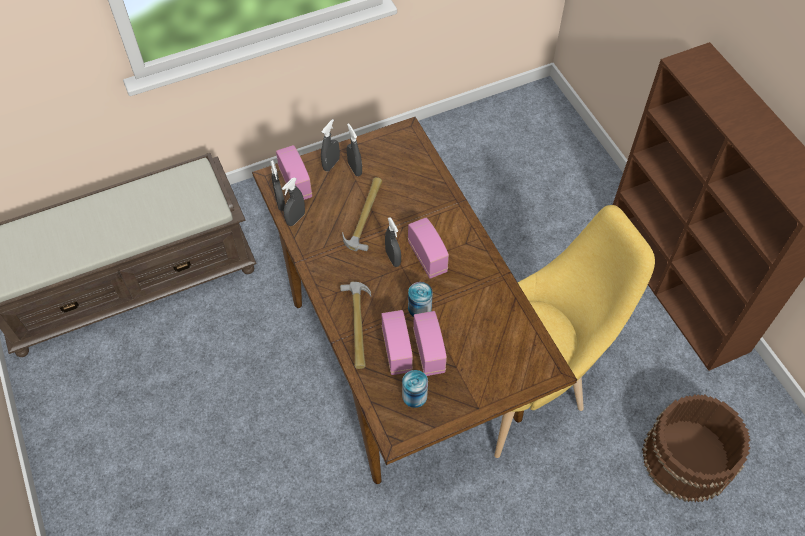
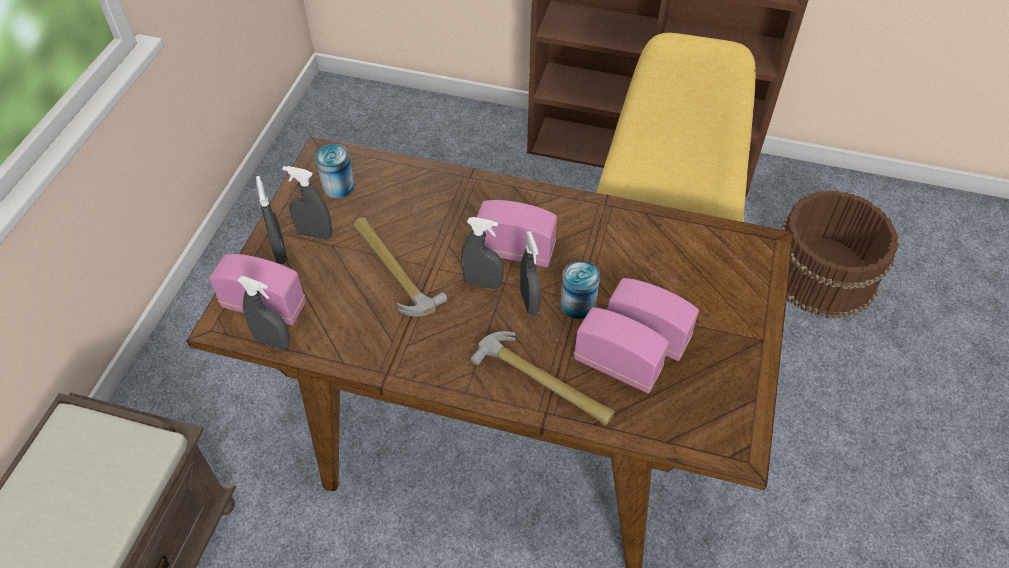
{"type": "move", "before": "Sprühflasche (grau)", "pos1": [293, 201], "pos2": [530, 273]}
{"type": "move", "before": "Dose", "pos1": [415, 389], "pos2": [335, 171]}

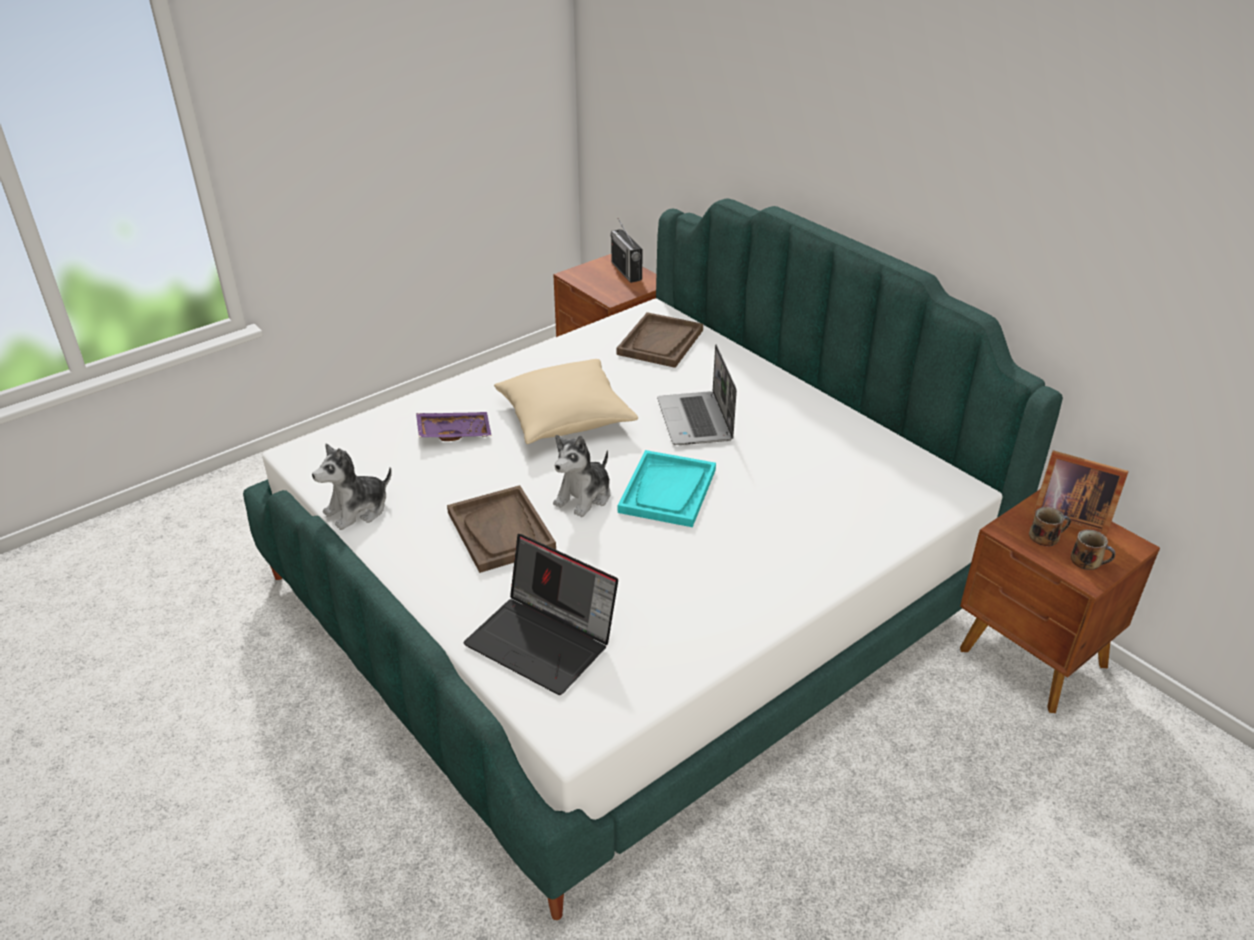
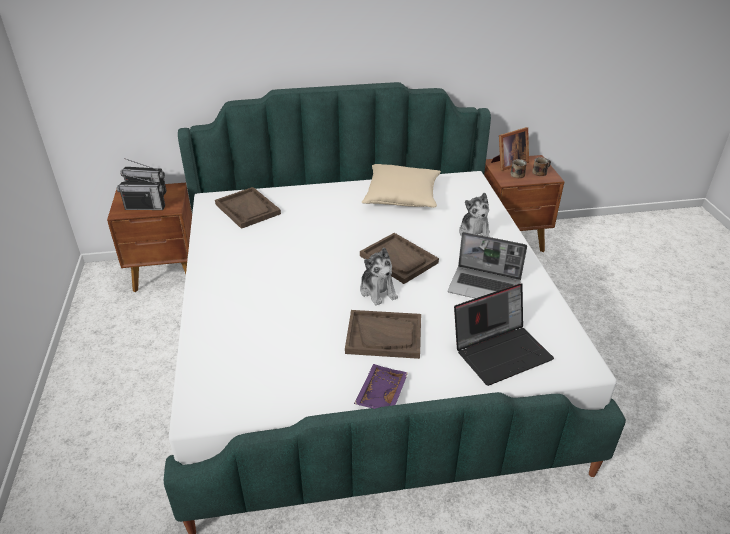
{"type": "insert", "after": "Radio", "pos2": [141, 191]}
{"type": "move", "before": "Plüschtier", "pos1": [352, 487], "pos2": [474, 215]}
{"type": "move", "before": "Tablett (lila)", "pos1": [454, 426], "pos2": [381, 386]}
{"type": "move", "before": "Kissen (beige)", "pos1": [566, 401], "pos2": [401, 186]}
{"type": "move", "before": "Laptop", "pos1": [697, 394], "pos2": [487, 265]}
{"type": "recolor", "before": "Tablett (türkis)", "after": "Tablett (braun)", "pos1": [667, 488], "pos2": [399, 258]}

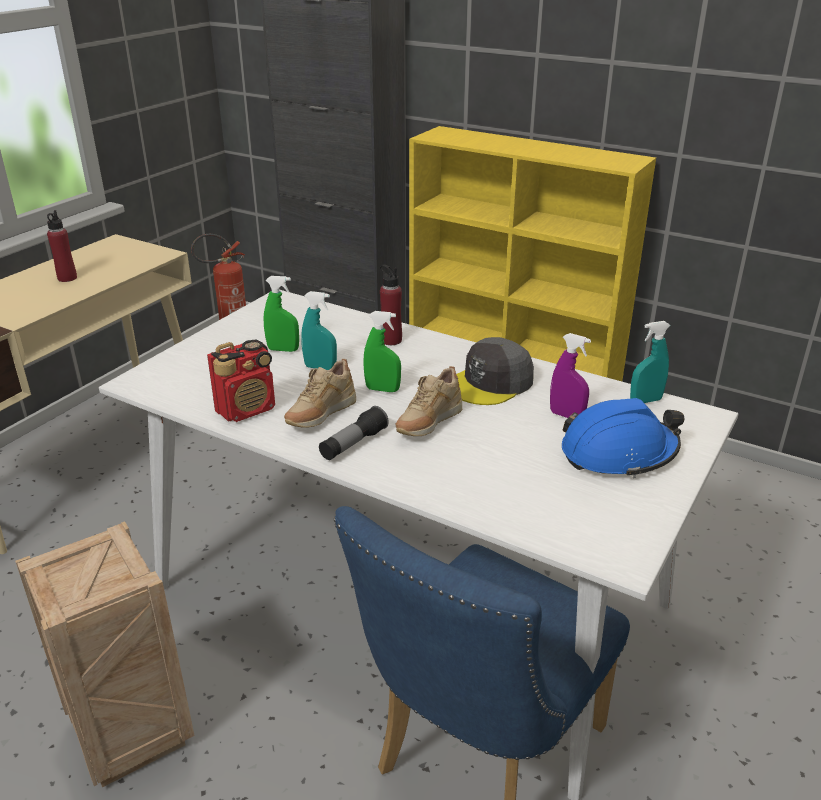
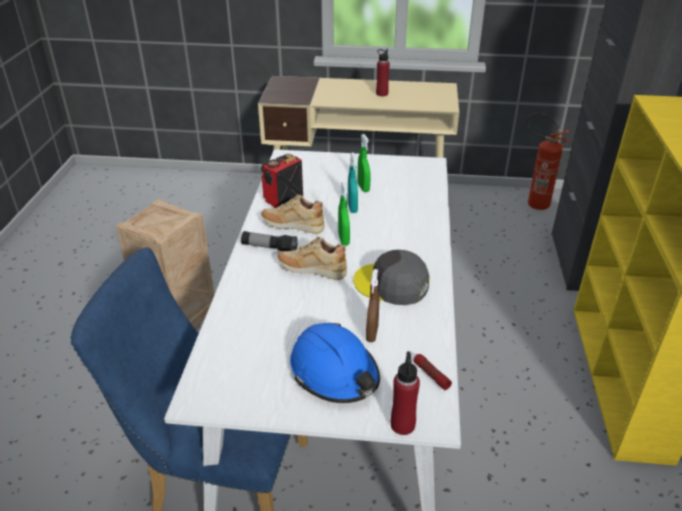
{"type": "move", "before": "Flasche (rot)", "pos1": [391, 304], "pos2": [405, 393]}
{"type": "replace", "before": "Sprühflasche (türkis)", "after": "Taschenlampe", "pos1": [650, 362], "pos2": [433, 372]}
{"type": "recolor", "before": "Sprühflasche (lila)", "after": "Sprühflasche (braun)", "pos1": [570, 375], "pos2": [372, 305]}
{"type": "rotate", "before": "Radio", "pos1": [241, 380], "pos2": [282, 181], "turn": 105}

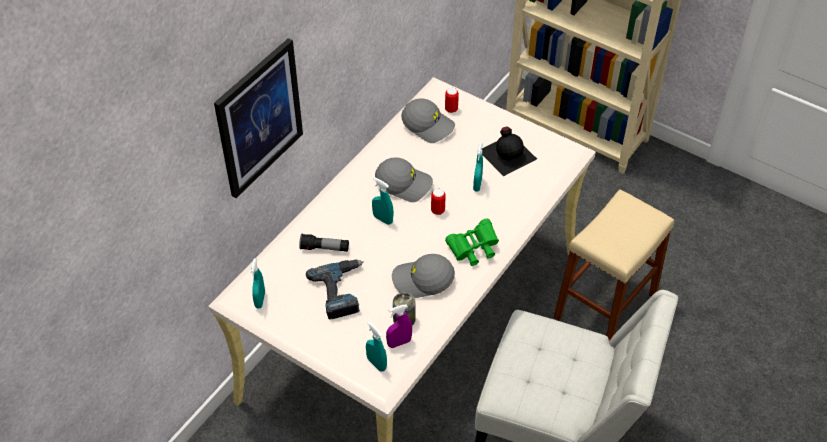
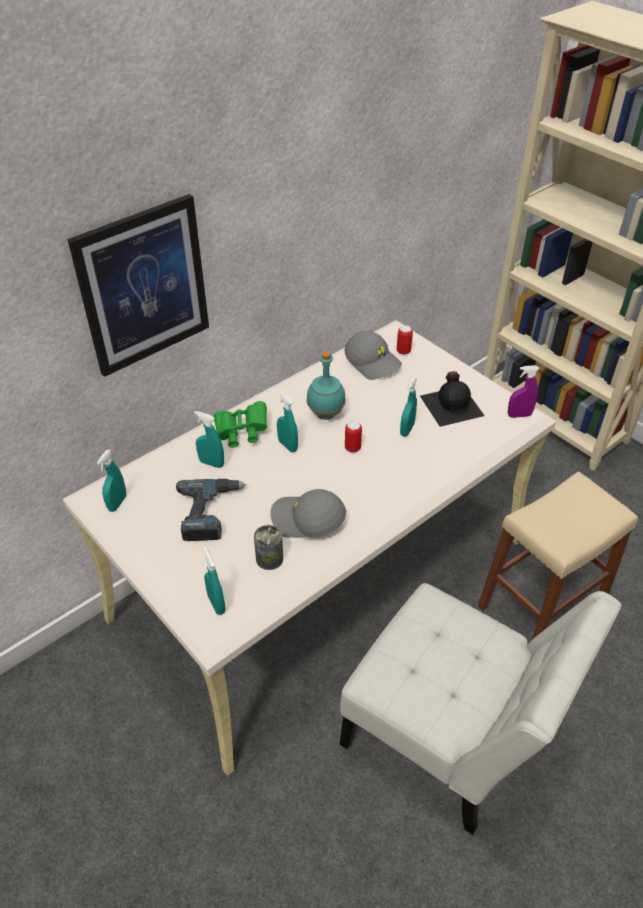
{"type": "move", "before": "Sprühflasche (lila)", "pos1": [399, 326], "pos2": [523, 391]}
{"type": "move", "before": "Fernglas (grün)", "pos1": [472, 242], "pos2": [240, 424]}
{"type": "replace", "before": "Taschenlampe", "after": "Sprühflasche (türkis)", "pos1": [324, 243], "pos2": [209, 439]}
{"type": "replace", "before": "Kappe (grau)", "after": "Flasche (türkis)", "pos1": [404, 179], "pos2": [326, 385]}

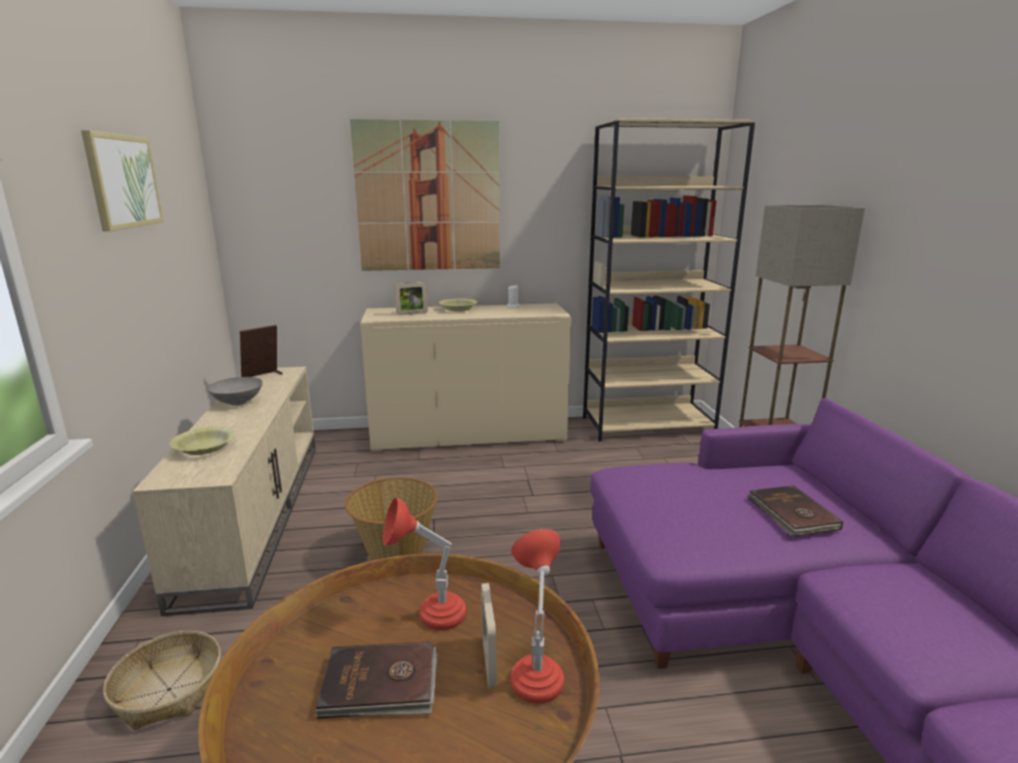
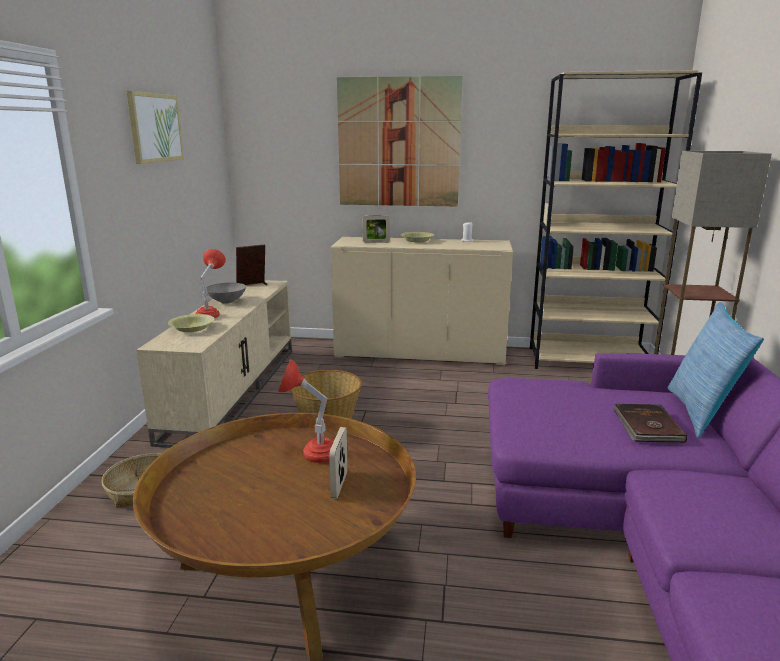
{"type": "delete", "before": "Buch (braun)", "pos1": [376, 680]}
{"type": "insert", "after": "Kissen", "pos2": [716, 370]}
{"type": "move", "before": "Tischlampe (rot)", "pos1": [537, 616], "pos2": [210, 283]}

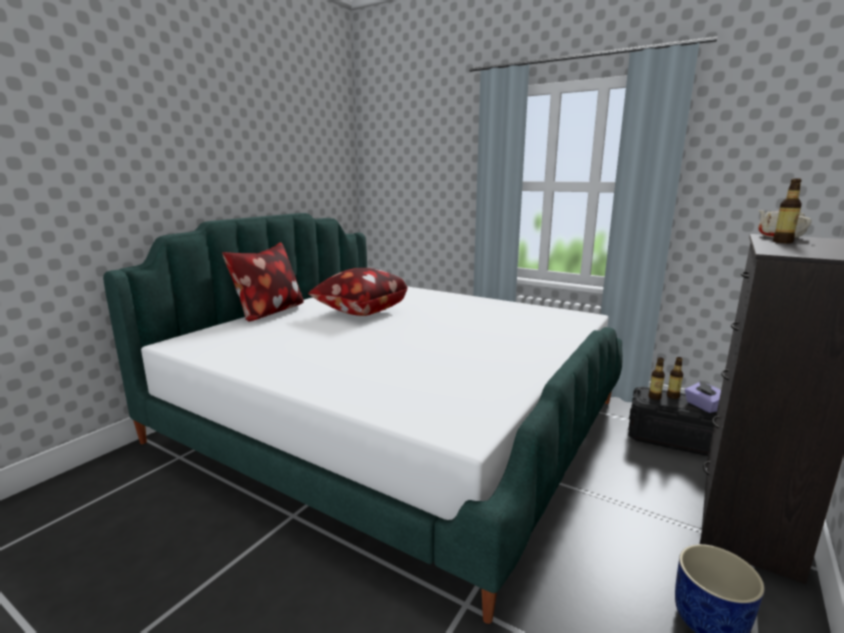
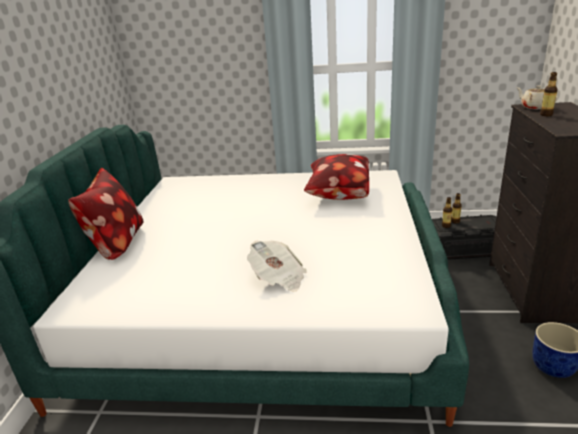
{"type": "delete", "before": "Taschentuchbox (lila)", "pos1": [703, 396]}
{"type": "insert", "after": "Zeitung", "pos2": [277, 266]}
{"type": "move", "before": "Kissen", "pos1": [358, 292], "pos2": [336, 177]}

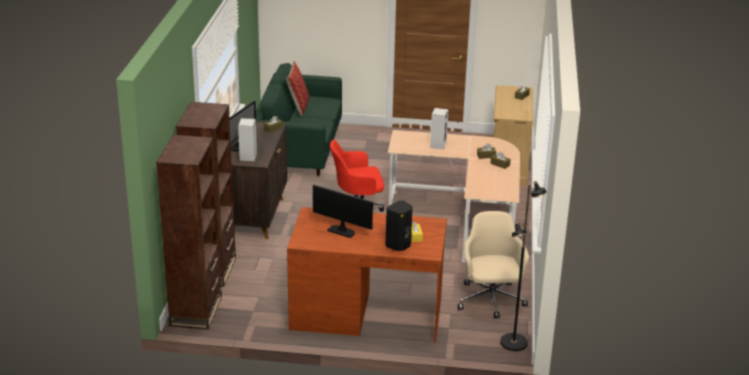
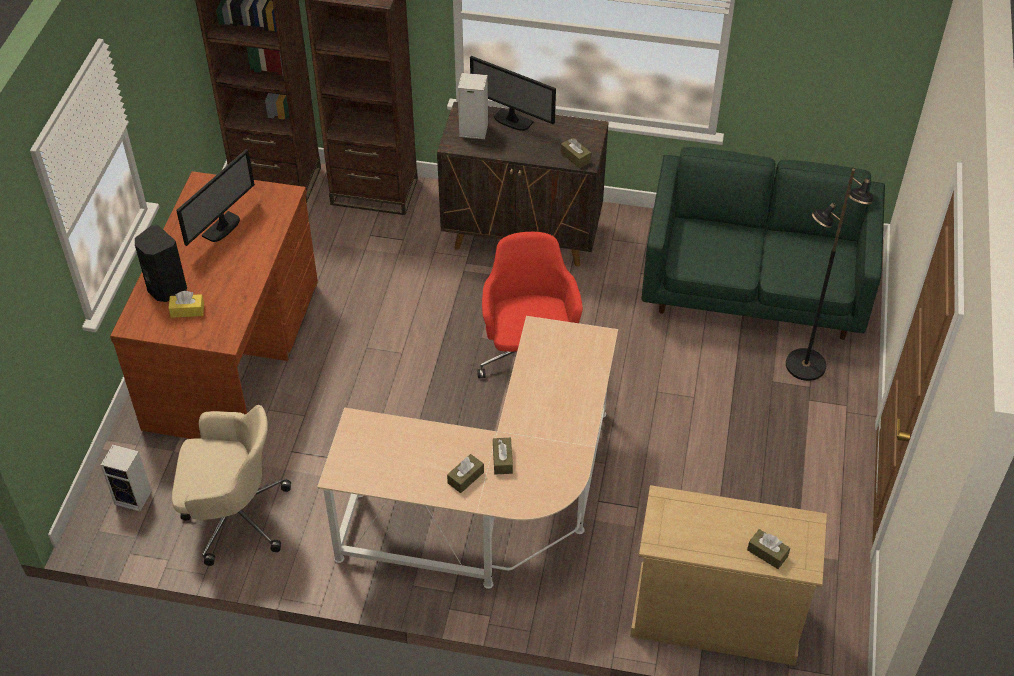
{"type": "delete", "before": "Kissen", "pos1": [297, 88]}
{"type": "move", "before": "Lautsprecher", "pos1": [439, 129], "pos2": [126, 478]}
{"type": "move", "before": "Stehlampe (schwarz)", "pos1": [523, 266], "pos2": [829, 275]}

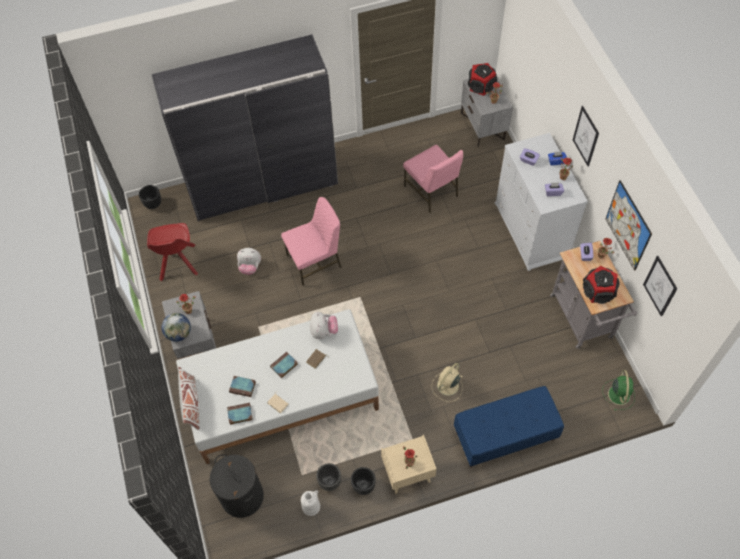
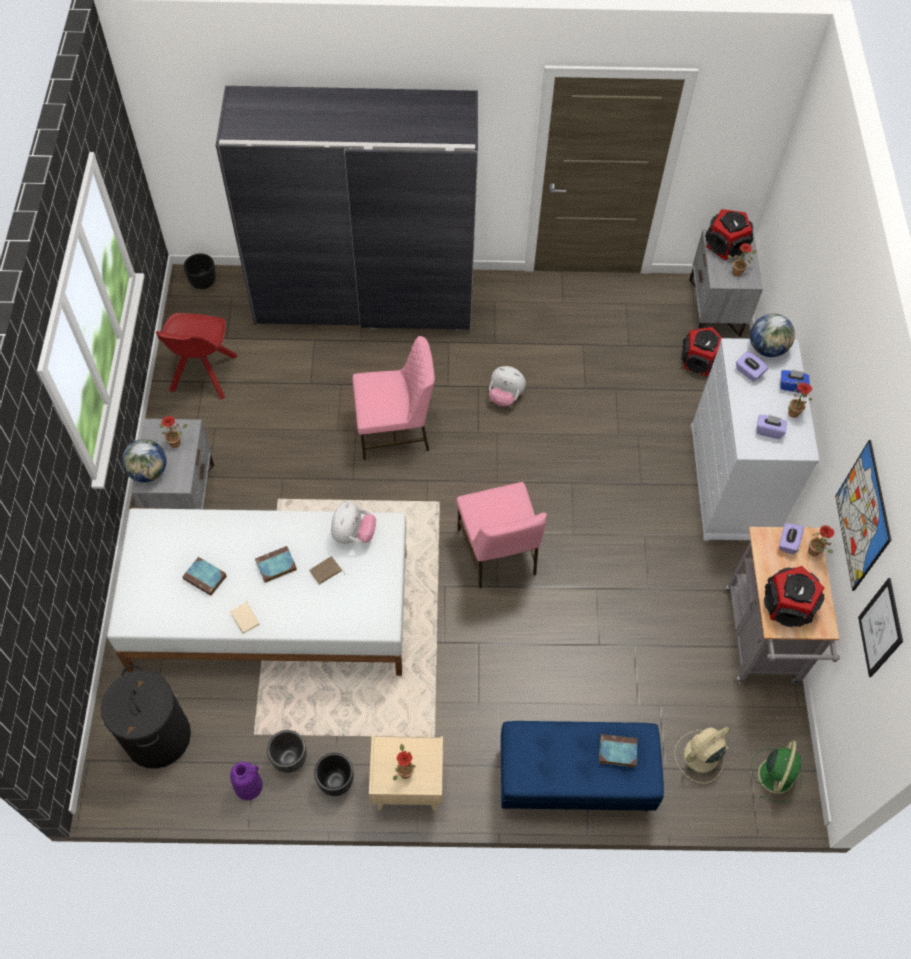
{"type": "delete", "before": "Kissen (weiß)", "pos1": [189, 398]}
{"type": "delete", "before": "Bild", "pos1": [586, 136]}
{"type": "insert", "after": "Lautsprecher", "pos2": [702, 351]}
{"type": "insert", "after": "Globus", "pos2": [772, 335]}
{"type": "move", "before": "Buch", "pos1": [240, 414], "pos2": [618, 750]}
{"type": "move", "before": "Plüschtier", "pos1": [249, 261], "pos2": [507, 386]}
{"type": "move", "before": "Stuhl (rosa)", "pos1": [433, 179], "pos2": [502, 535]}
{"type": "move", "before": "Ventilator (beige)", "pos1": [447, 382], "pos2": [702, 755]}
{"type": "recolor", "before": "Vase (weiß)", "after": "Vase (lila)", "pos1": [310, 503], "pos2": [246, 781]}

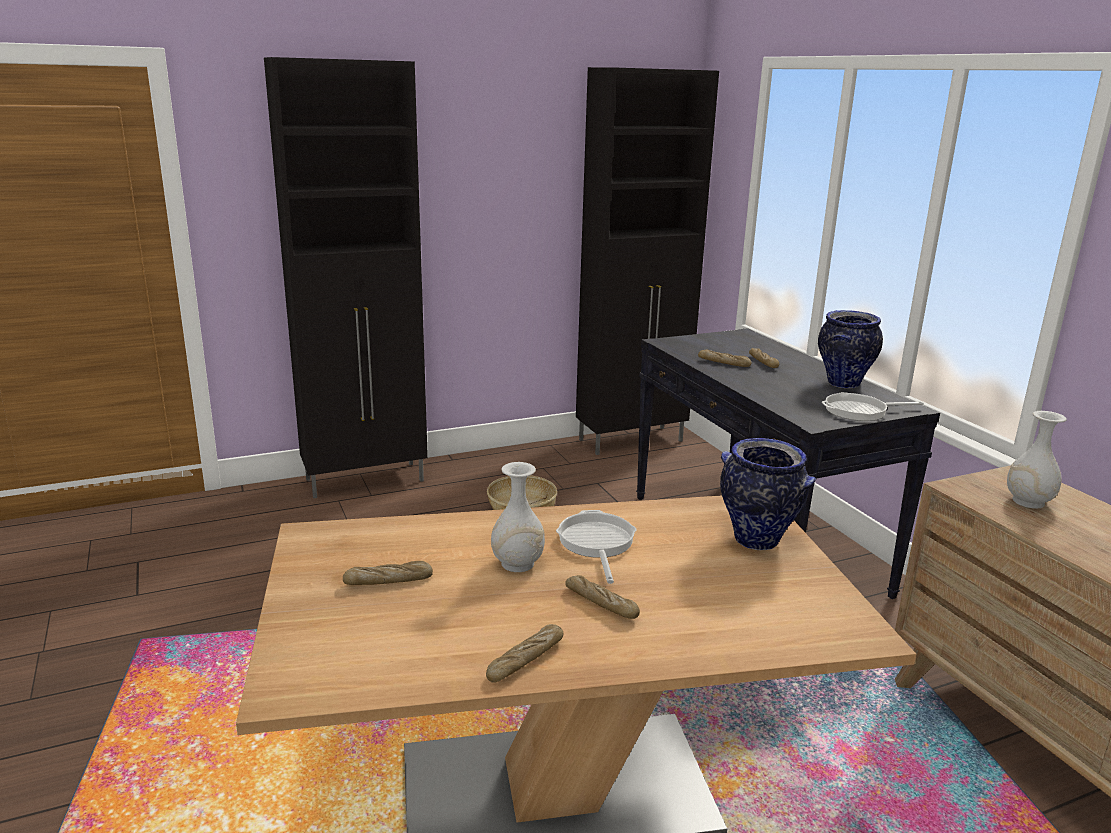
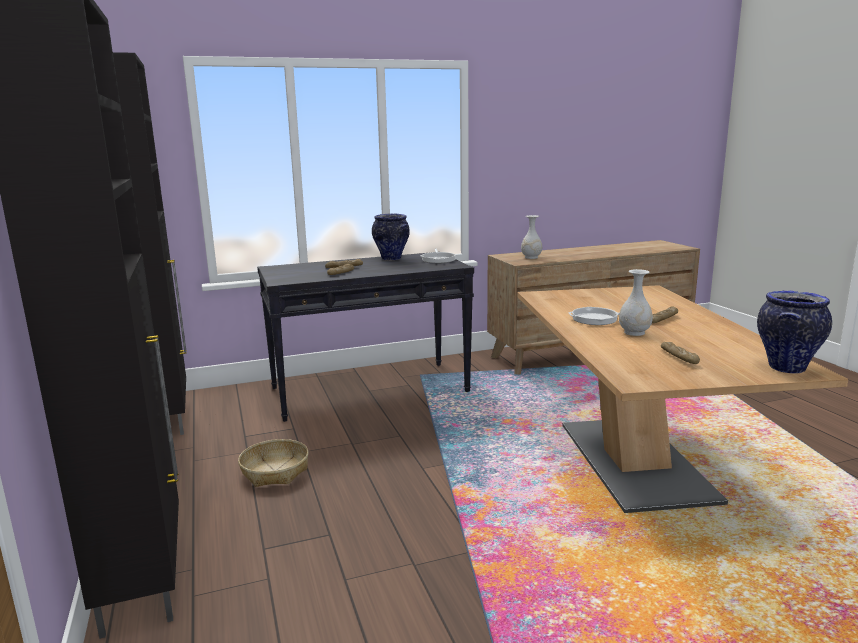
{"type": "delete", "before": "Brot", "pos1": [524, 653]}
{"type": "move", "before": "Vase", "pos1": [768, 494], "pos2": [794, 332]}

